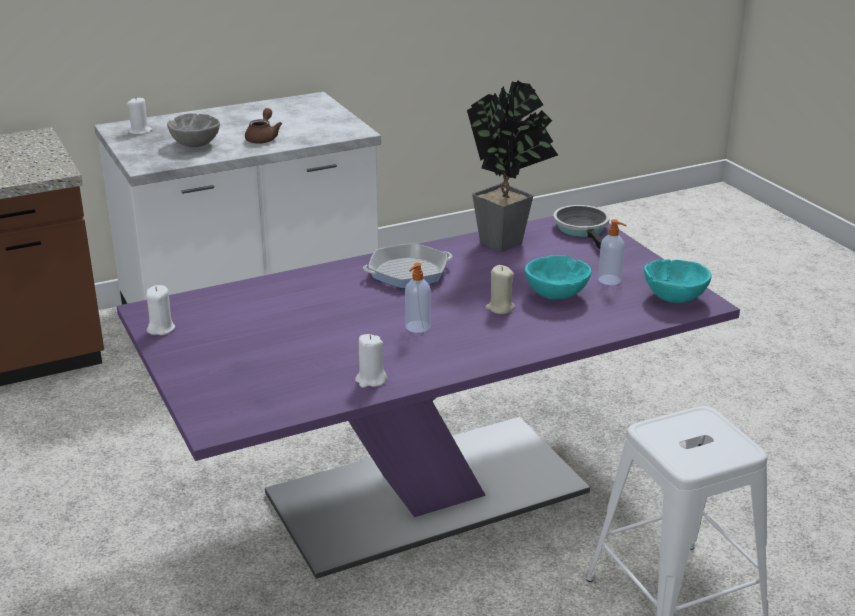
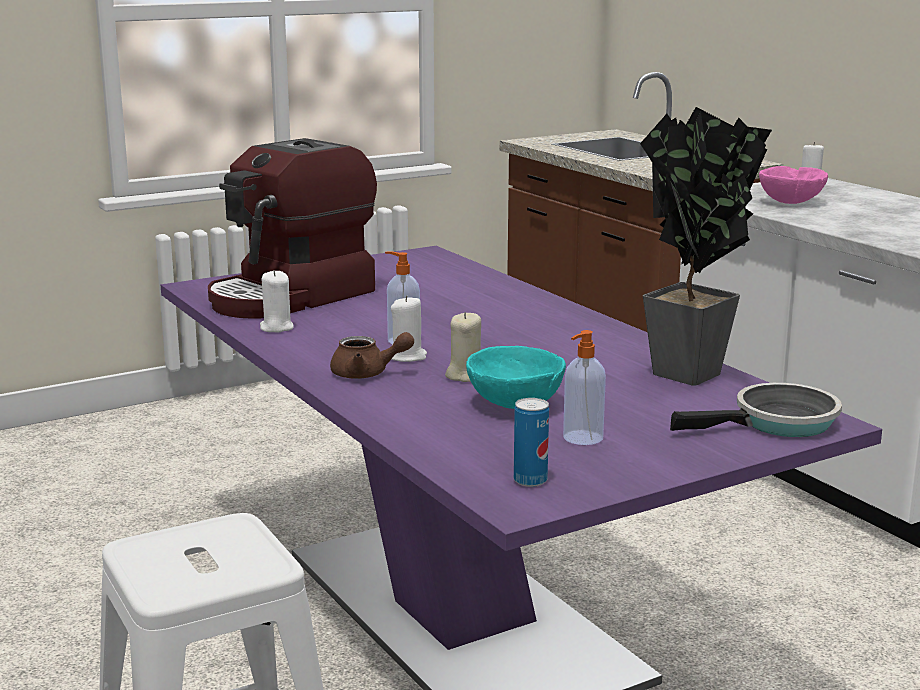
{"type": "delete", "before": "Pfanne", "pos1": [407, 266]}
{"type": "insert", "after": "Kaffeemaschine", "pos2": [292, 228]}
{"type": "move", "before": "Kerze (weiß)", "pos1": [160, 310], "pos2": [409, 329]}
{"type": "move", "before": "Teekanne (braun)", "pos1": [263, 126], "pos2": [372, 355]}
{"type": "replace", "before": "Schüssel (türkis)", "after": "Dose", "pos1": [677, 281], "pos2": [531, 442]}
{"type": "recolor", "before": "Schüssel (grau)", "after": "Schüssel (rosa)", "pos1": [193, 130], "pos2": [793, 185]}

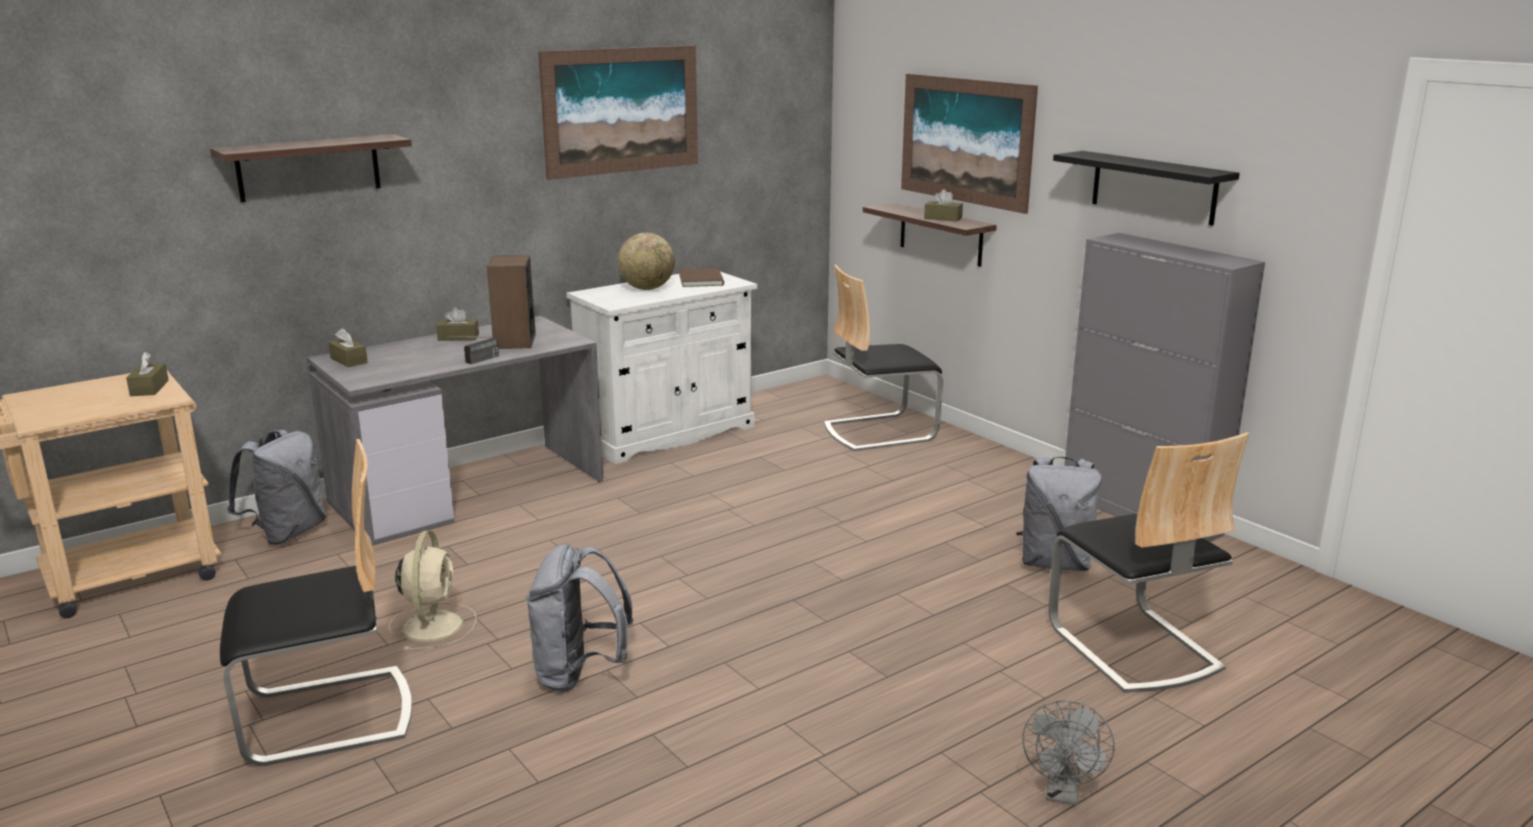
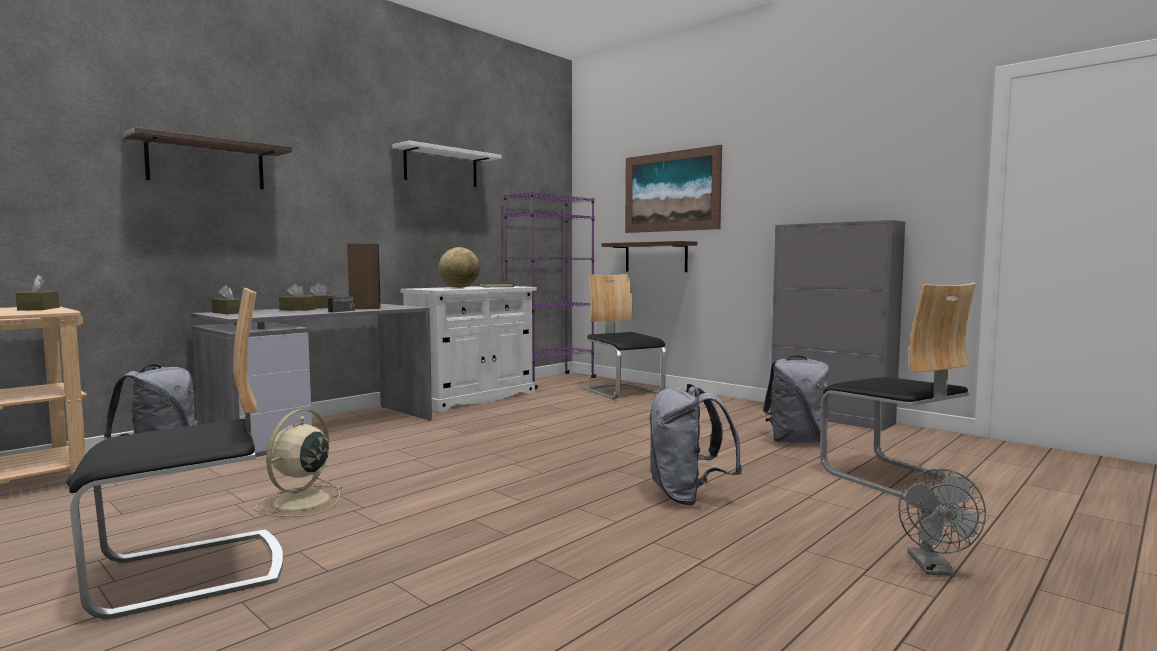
{"type": "delete", "before": "Wandregal (schwarz)", "pos1": [1146, 188]}
{"type": "insert", "after": "Bücherregal (lila)", "pos2": [550, 290]}
{"type": "move", "before": "Rucksack (grau)", "pos1": [579, 618], "pos2": [695, 444]}
{"type": "move", "before": "Taschentuchbox (braun)", "pos1": [943, 205], "pos2": [297, 297]}
{"type": "replace", "before": "Bild", "after": "Wandregal (weiß)", "pos1": [618, 112], "pos2": [447, 163]}
{"type": "rotate", "before": "Ventilator (beige)", "pos1": [433, 590], "pos2": [299, 463], "turn": -150}
{"type": "rotate", "before": "Stuhl", "pos1": [883, 358], "pos2": [625, 336], "turn": 90}

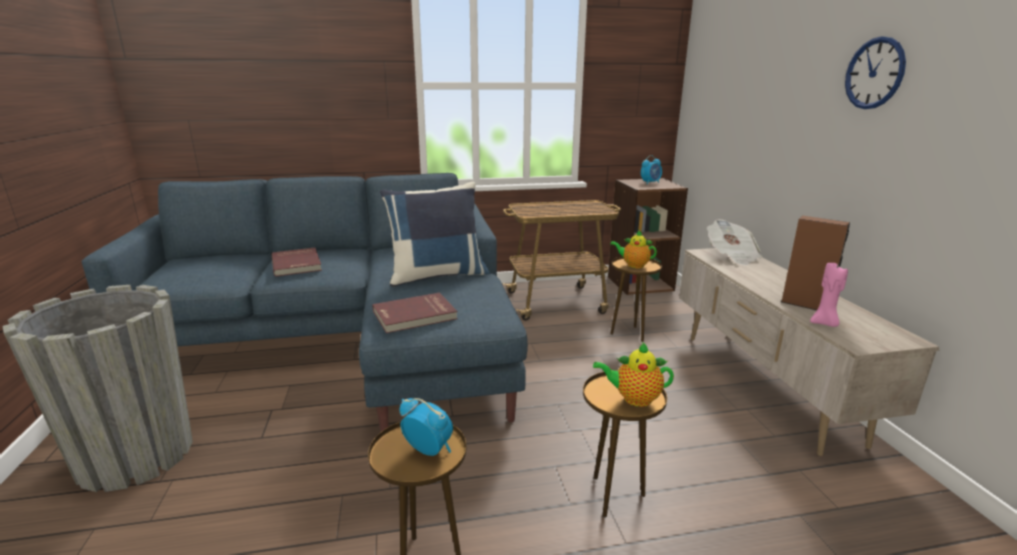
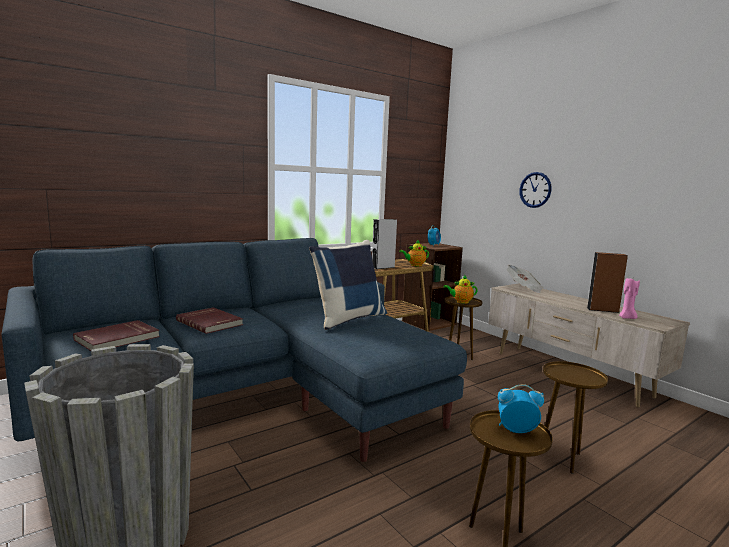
{"type": "insert", "after": "Lautsprecher (grau)", "pos2": [384, 244]}
{"type": "move", "before": "Buch (rot)", "pos1": [415, 313], "pos2": [116, 335]}
{"type": "move", "before": "Teekanne", "pos1": [633, 374], "pos2": [414, 252]}
{"type": "move", "before": "Wanduhr", "pos1": [875, 72], "pos2": [535, 190]}

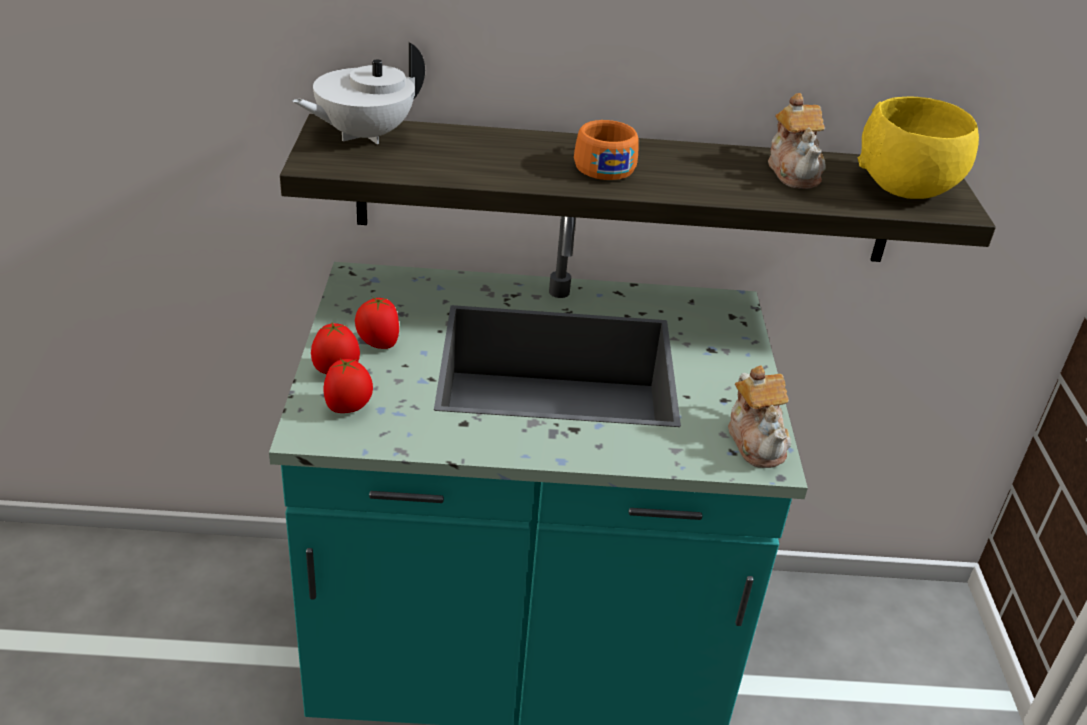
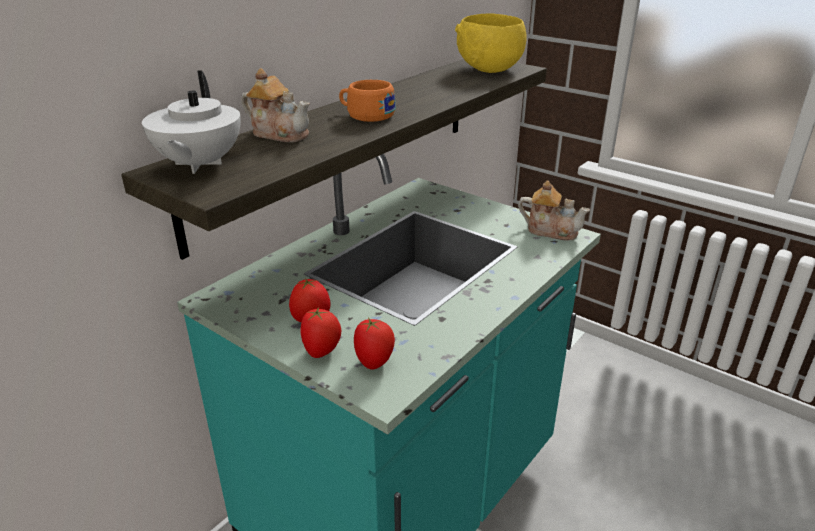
{"type": "move", "before": "Teekanne", "pos1": [797, 141], "pos2": [275, 105]}

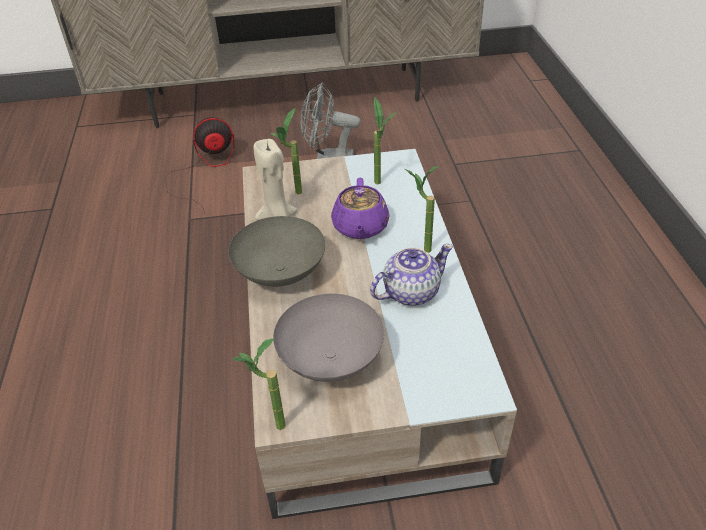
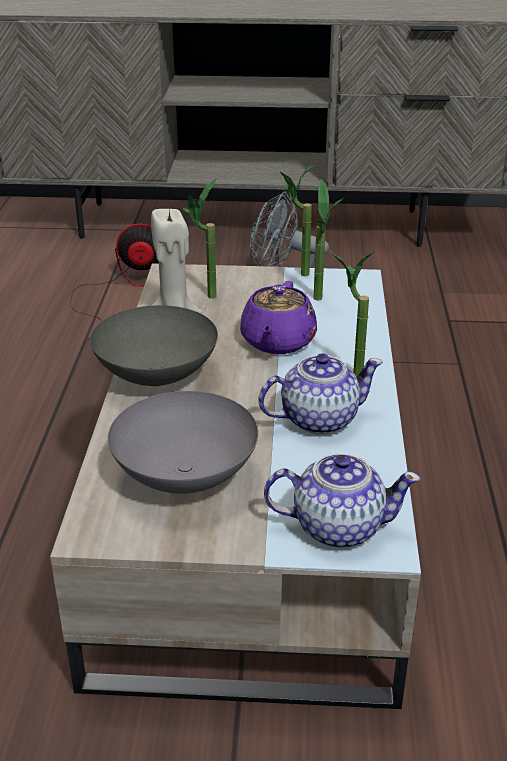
{"type": "insert", "after": "Teekanne", "pos2": [342, 500]}
{"type": "move", "before": "Topfpflanze", "pos1": [258, 384], "pos2": [298, 219]}

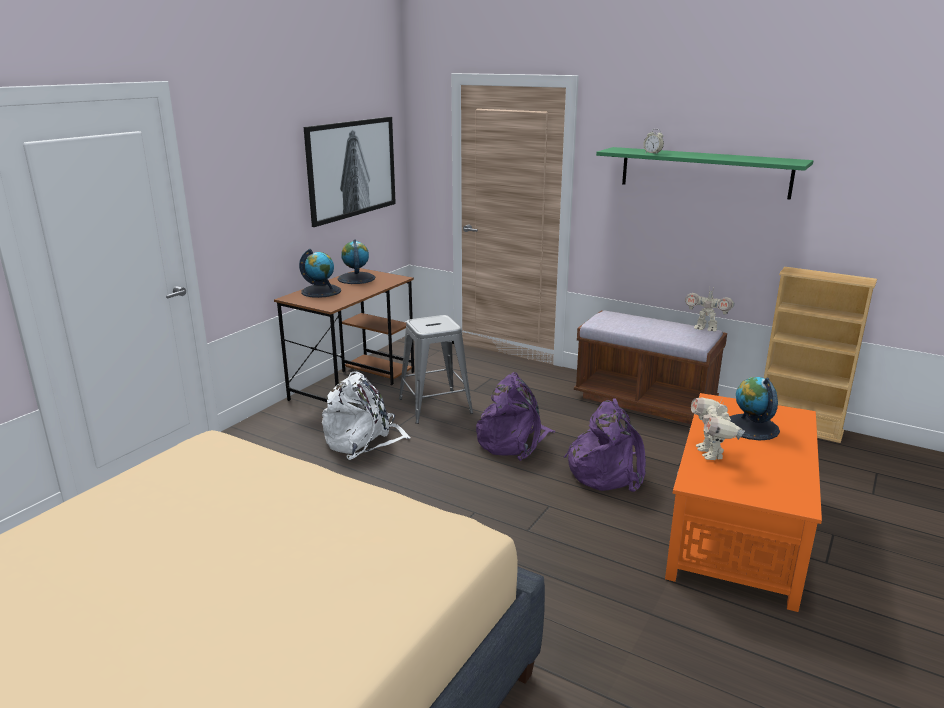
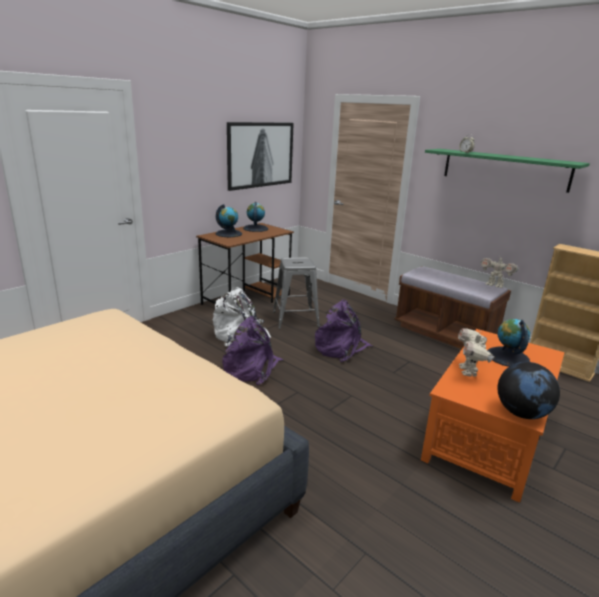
{"type": "insert", "after": "Globus", "pos2": [529, 390]}
{"type": "move", "before": "Rucksack (lila)", "pos1": [605, 445], "pos2": [253, 350]}

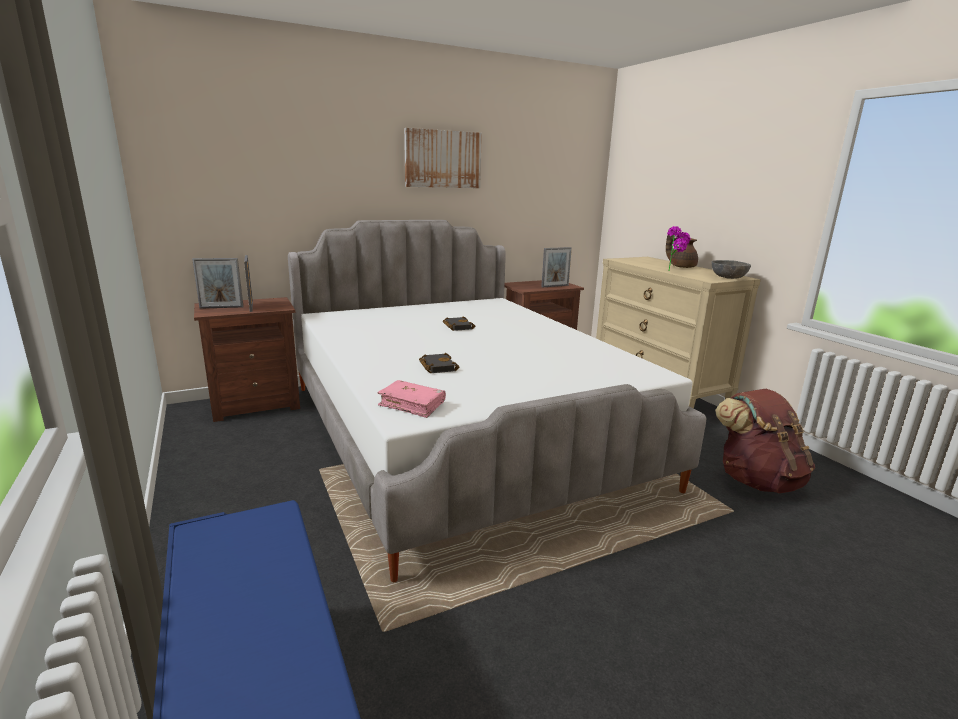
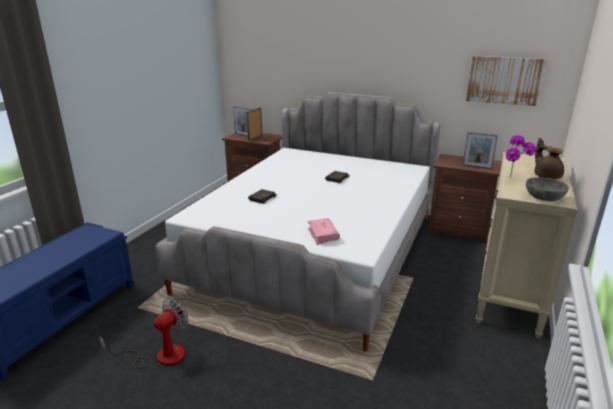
{"type": "delete", "before": "Rucksack (braun)", "pos1": [765, 441]}
{"type": "insert", "after": "Ventilator", "pos2": [144, 333]}
{"type": "move", "before": "Buch (rosa)", "pos1": [411, 399], "pos2": [324, 231]}
{"type": "move", "before": "Bild", "pos1": [443, 158], "pos2": [506, 81]}

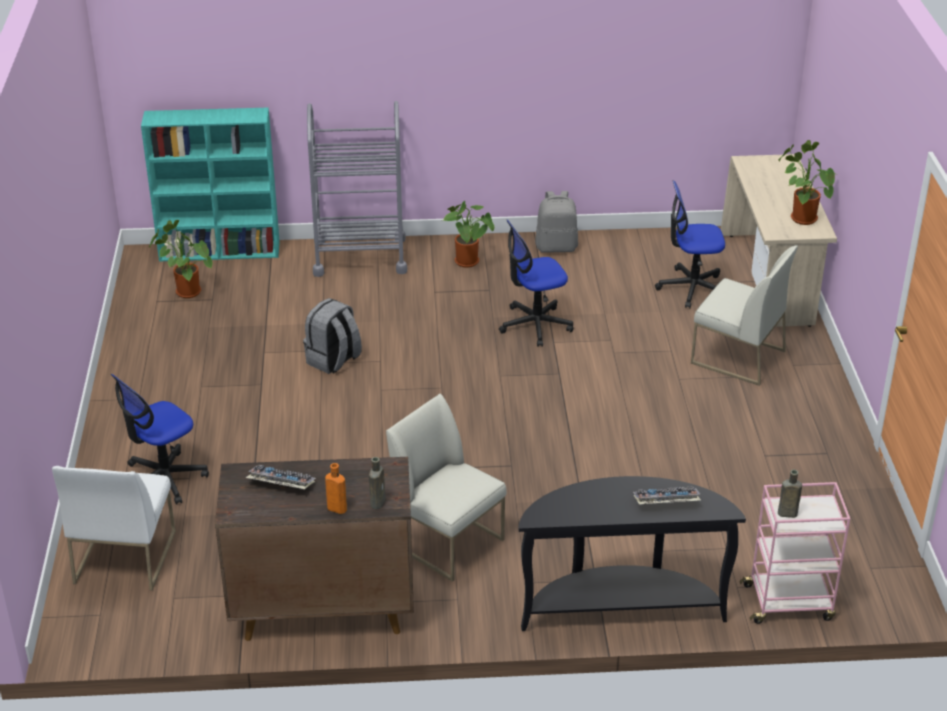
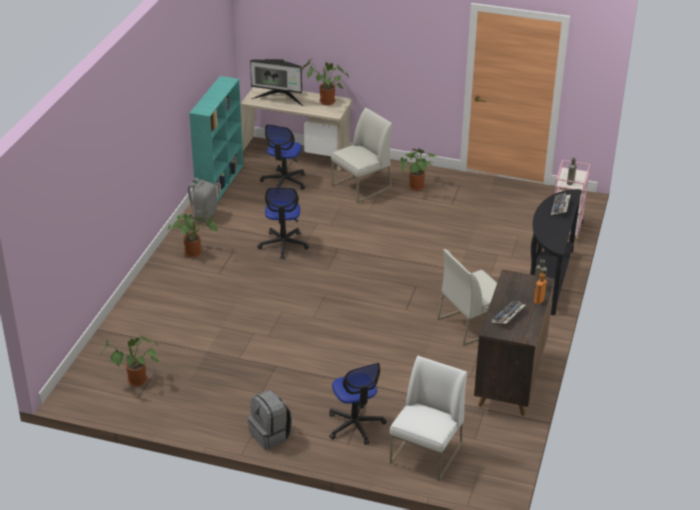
{"type": "delete", "before": "Rollwagen (grau)", "pos1": [357, 189]}
{"type": "insert", "after": "Monitor", "pos2": [276, 82]}
{"type": "insert", "after": "Topfpflanze", "pos2": [418, 170]}
{"type": "move", "before": "Bücherregal (türkis)", "pos1": [210, 184], "pos2": [216, 139]}
{"type": "move", "before": "Rucksack (grau)", "pos1": [332, 336], "pos2": [270, 420]}
{"type": "rotate", "before": "Stuhl (weiß)", "pos1": [114, 528], "pos2": [428, 418], "turn": -90}

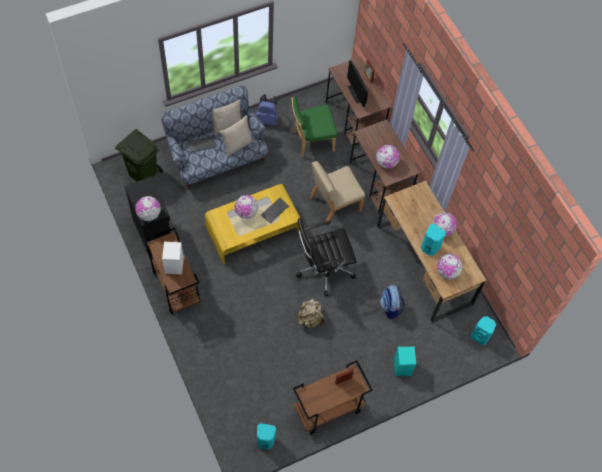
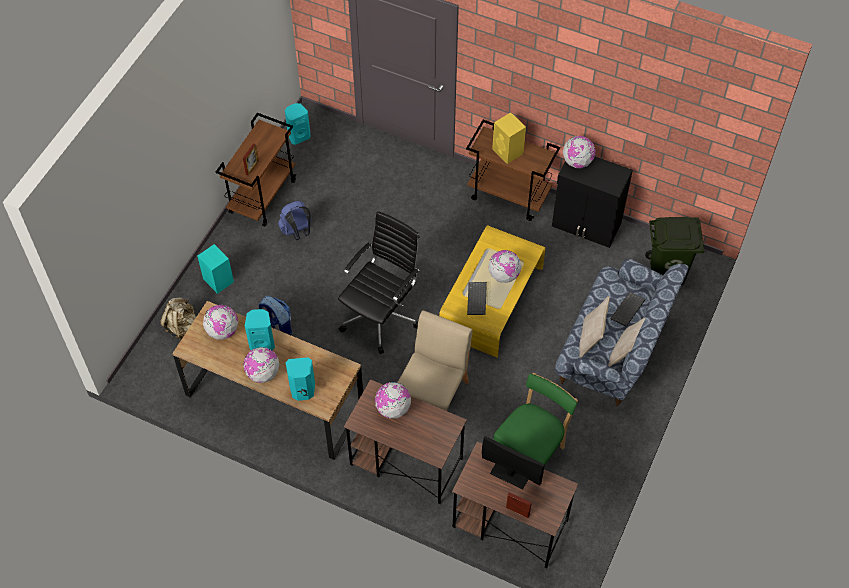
{"type": "move", "before": "Rucksack (blau)", "pos1": [267, 110], "pos2": [294, 220]}
{"type": "move", "before": "Rucksack (beige)", "pos1": [310, 313], "pos2": [178, 319]}
{"type": "move", "before": "Lautsprecher (türkis)", "pos1": [483, 331], "pos2": [300, 379]}
{"type": "recolor", "before": "Lautsprecher (weiß)", "after": "Lautsprecher (gelb)", "pos1": [173, 258], "pos2": [509, 138]}

